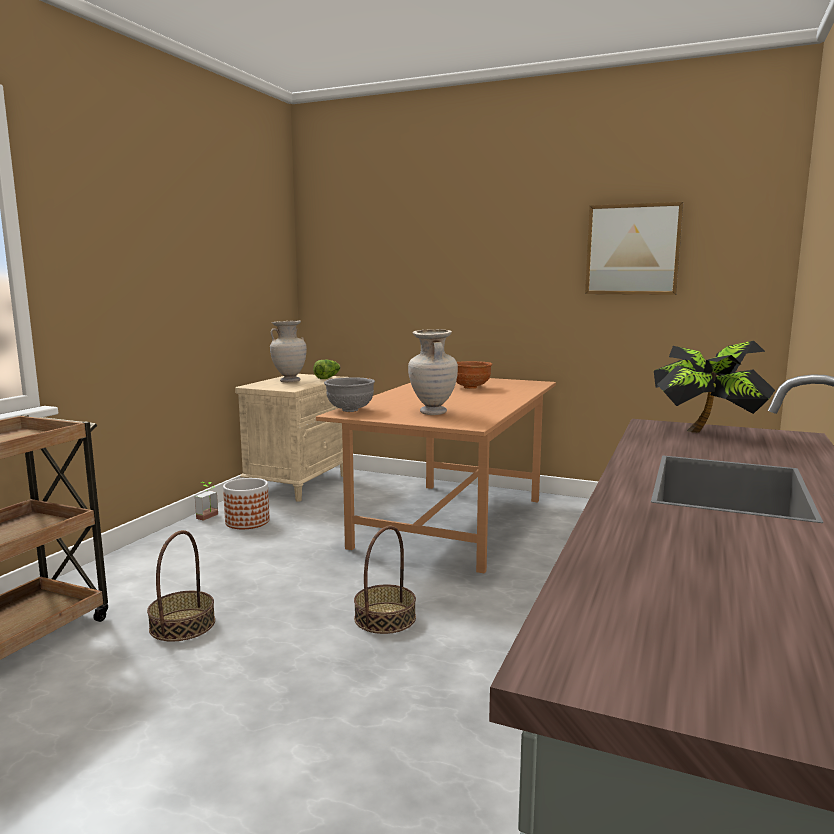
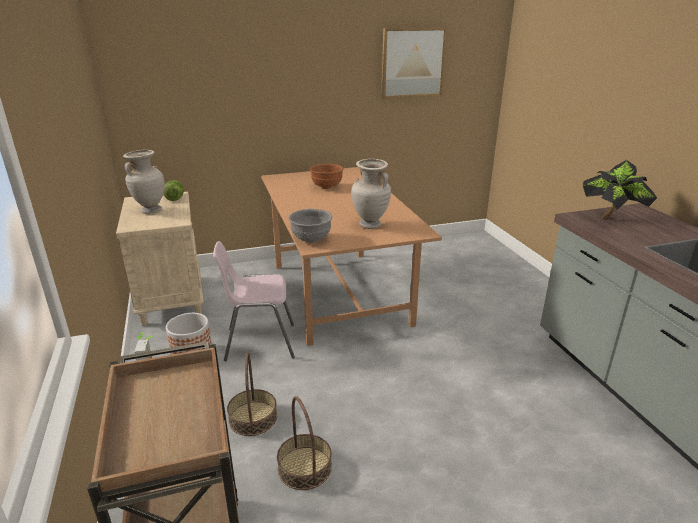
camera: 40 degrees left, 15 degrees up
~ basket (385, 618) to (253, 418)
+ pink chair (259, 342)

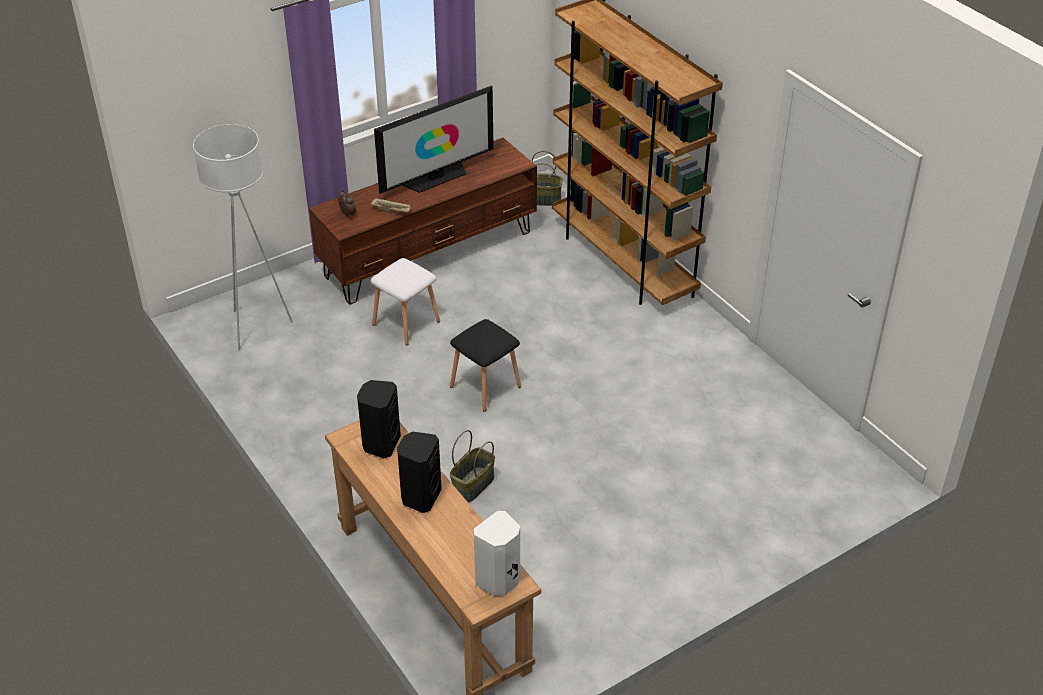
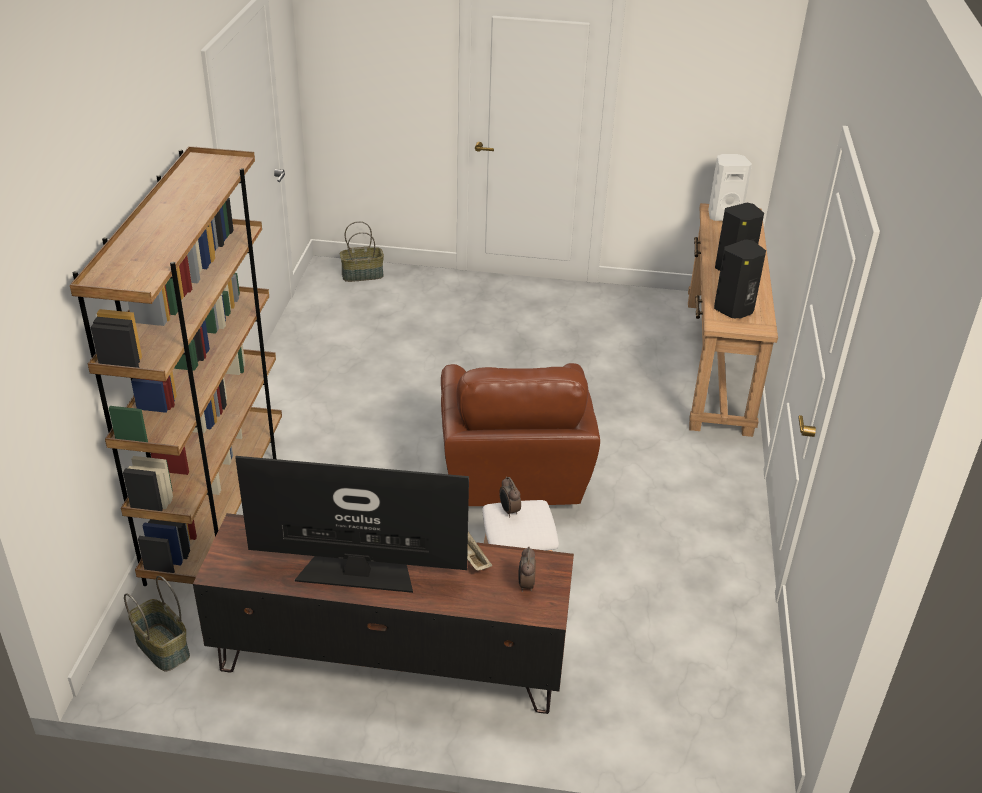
camera: 140 degrees left, 5 degrees down
- white floor lamp (256, 327)
~ black stool (486, 386) to brown armchair (513, 473)
~ basket (473, 485) to (363, 275)
+ alarm clock (509, 511)

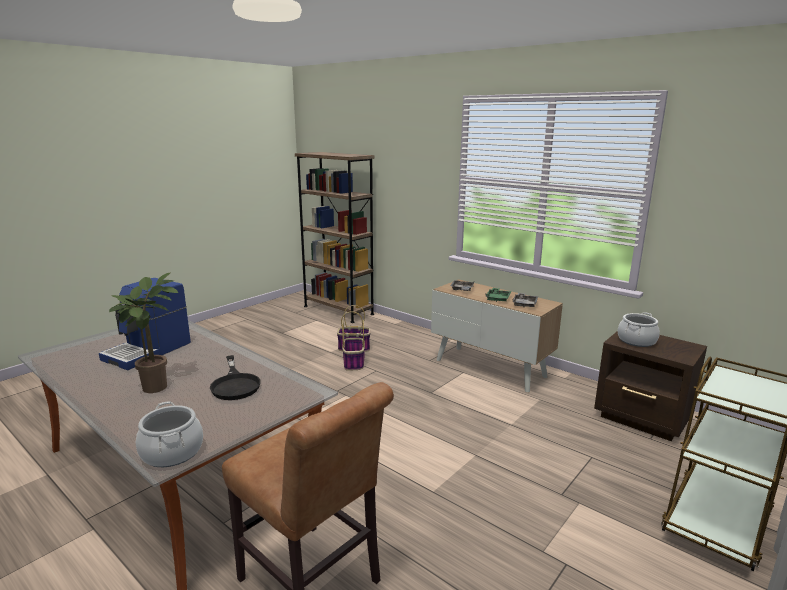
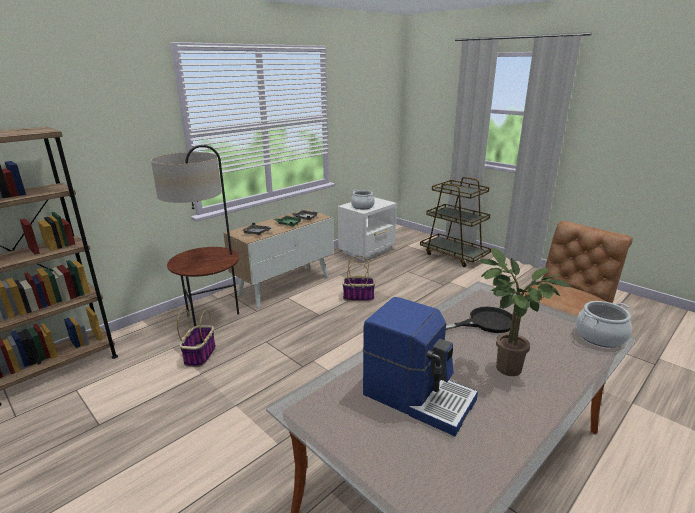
camera: 85 degrees left, 5 degrees up
~ basket (354, 363) to (359, 297)
~ brown nightstand (642, 419) to white nightstand (368, 251)
+ floor lamp (212, 320)

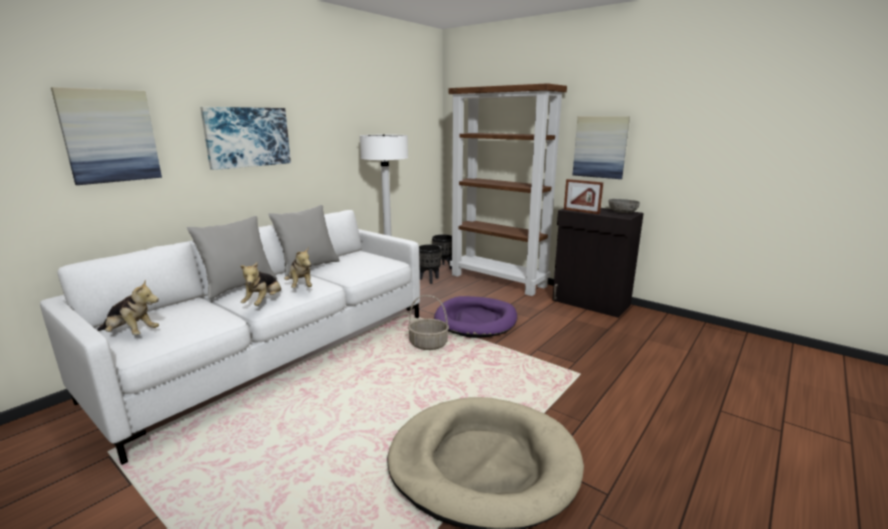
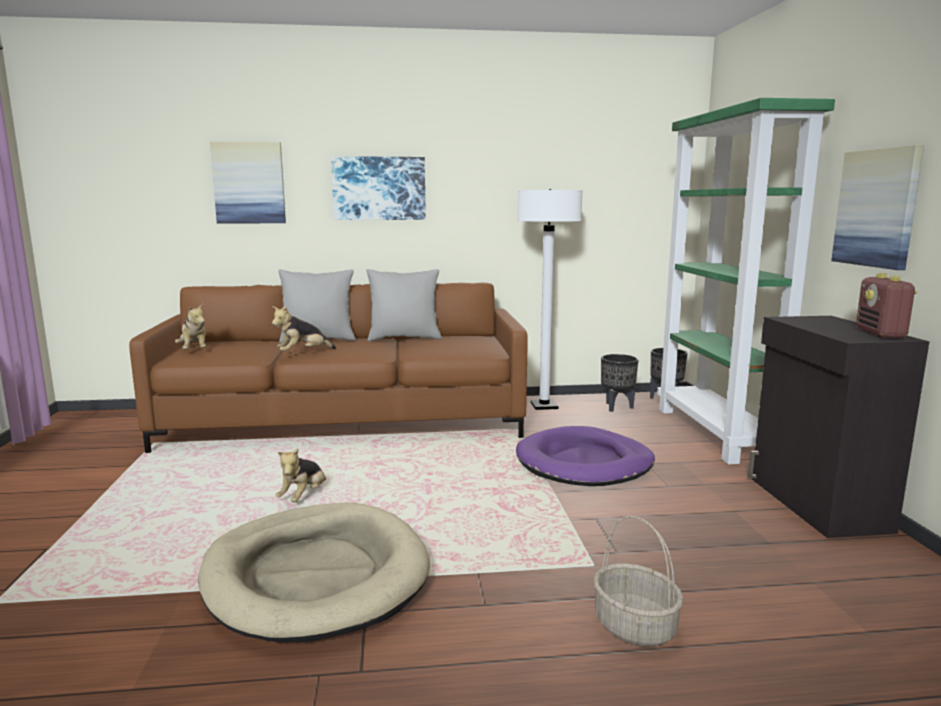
camera: 45 degrees right, 5 degrees down
~ brown bookcase (499, 280) to green bookcase (716, 433)
- picture frame (581, 211)
~ grey bowl (622, 212) to radio (880, 334)
~ white sofa (277, 353) to brown sofa (345, 423)
~ plush toy (301, 286) to (303, 496)
~ basket (428, 344) to (633, 626)

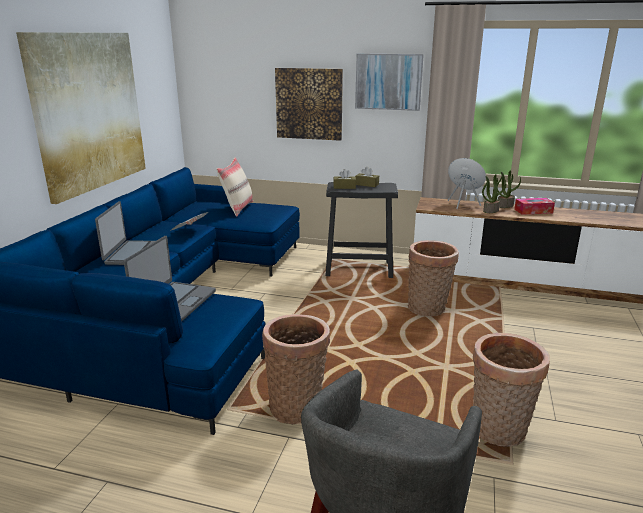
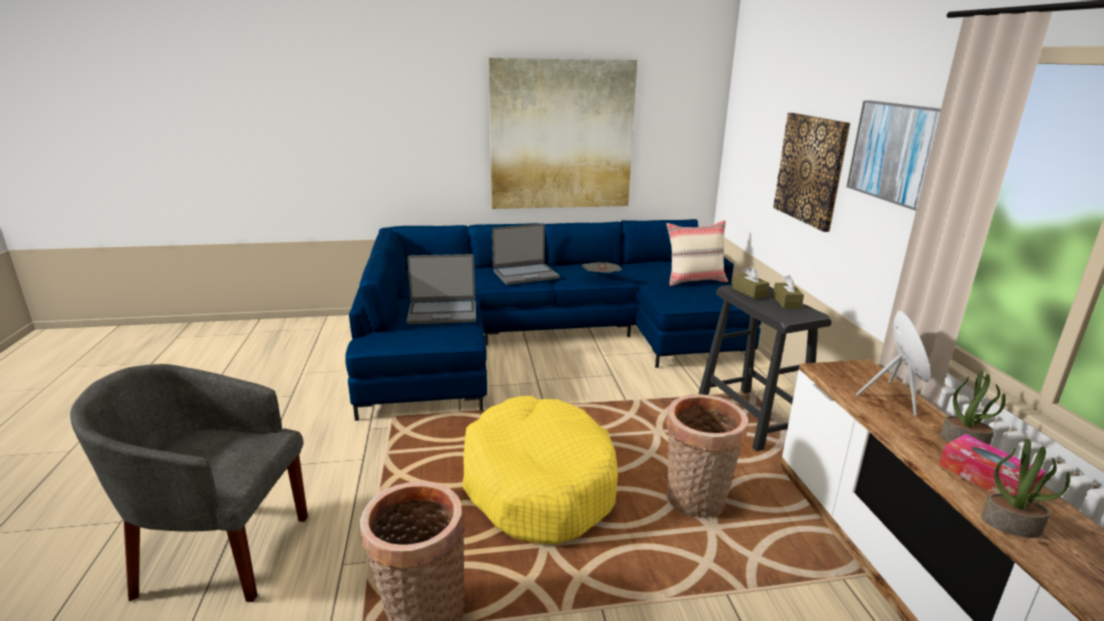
camera: 65 degrees right, 0 degrees up
~ potted plant (490, 210) to (1011, 524)
- basket (297, 406)
+ yellow dog bed (538, 484)

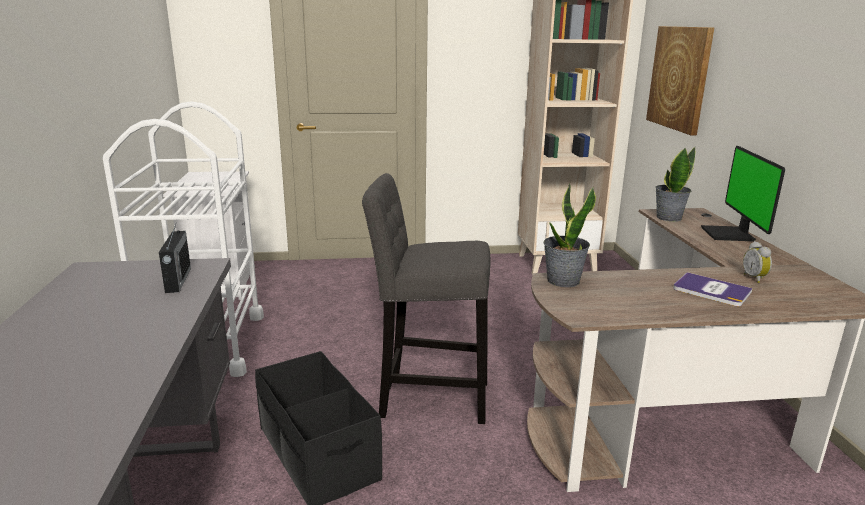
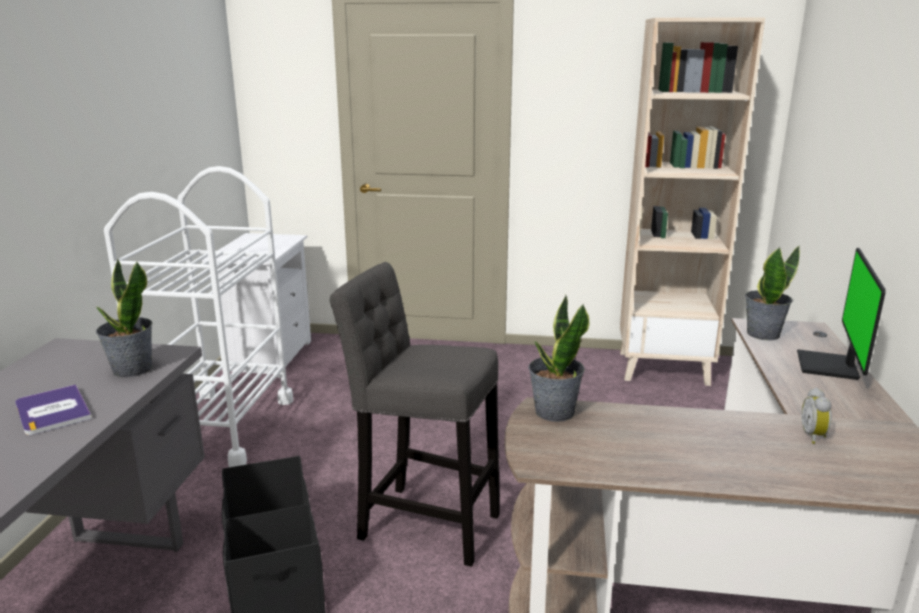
camera: 15 degrees right, 0 degrees up
- picture (679, 78)
~ radio (178, 280) to potted plant (132, 369)
~ book (711, 290) to (53, 411)

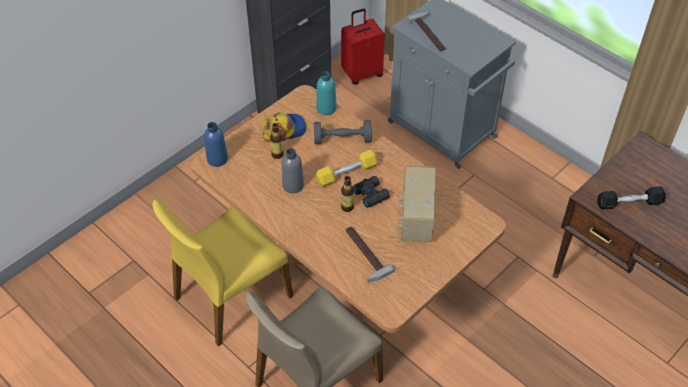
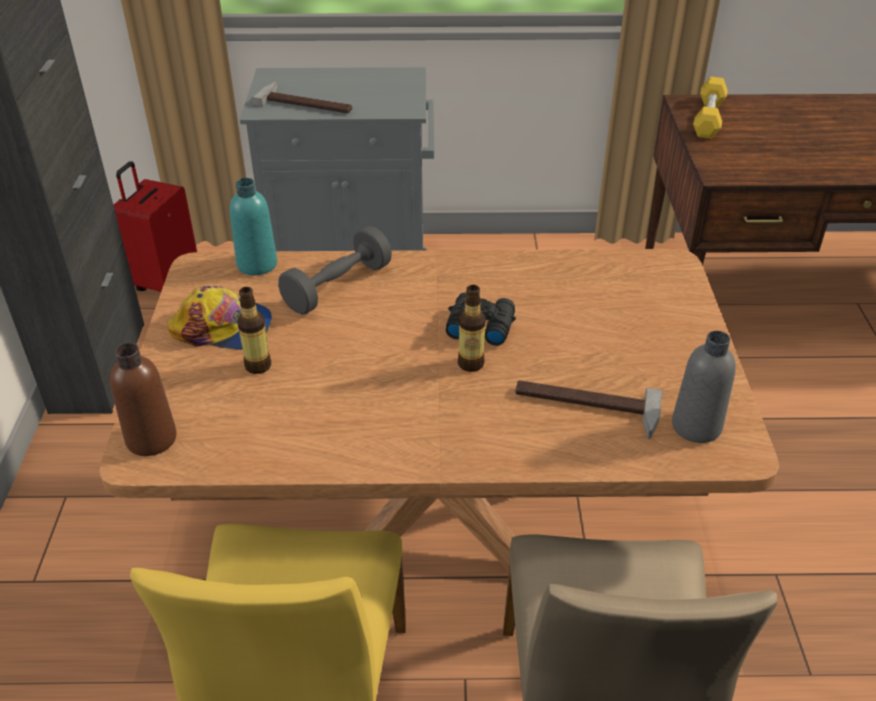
camera: 45 degrees left, 10 degrees down
~ cap (284, 130) = (223, 327) 75 degrees clockwise
~ blue bottle (217, 159) to brown bottle (151, 439)
~ grey bottle (293, 185) to (696, 426)
~ yellow dumbbell (346, 173) to (708, 118)
- radio (415, 218)
- black dumbbell (629, 203)

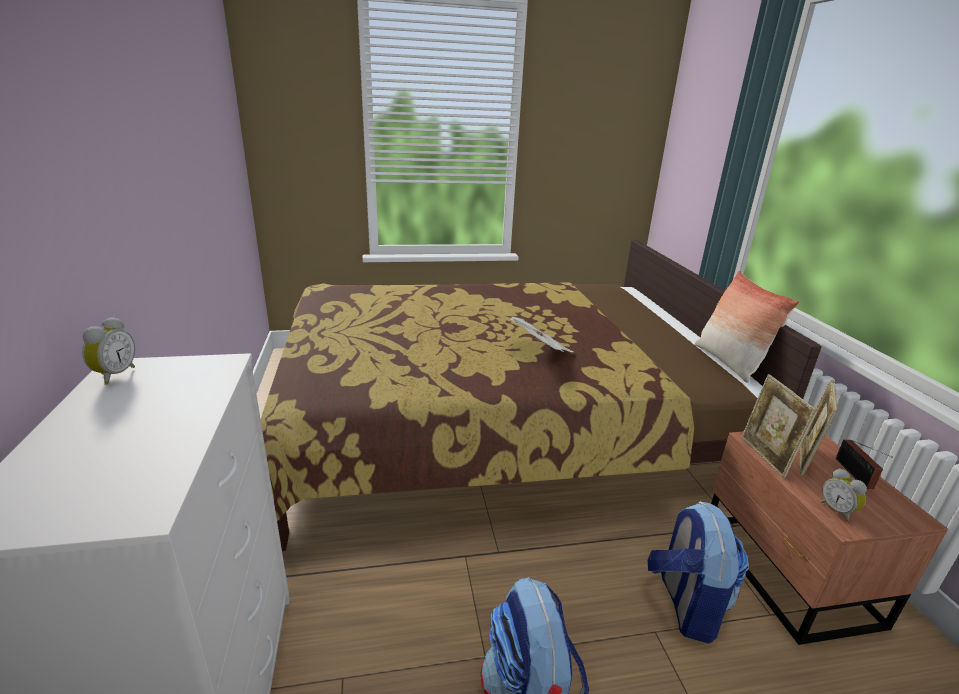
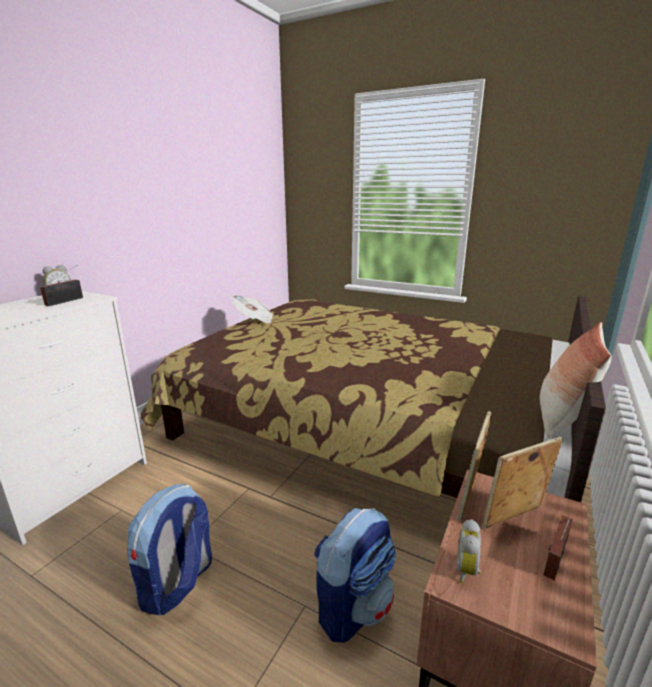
camera: 40 degrees right, 5 degrees down
~ newspaper (540, 351) to (254, 320)
+ radio (67, 301)

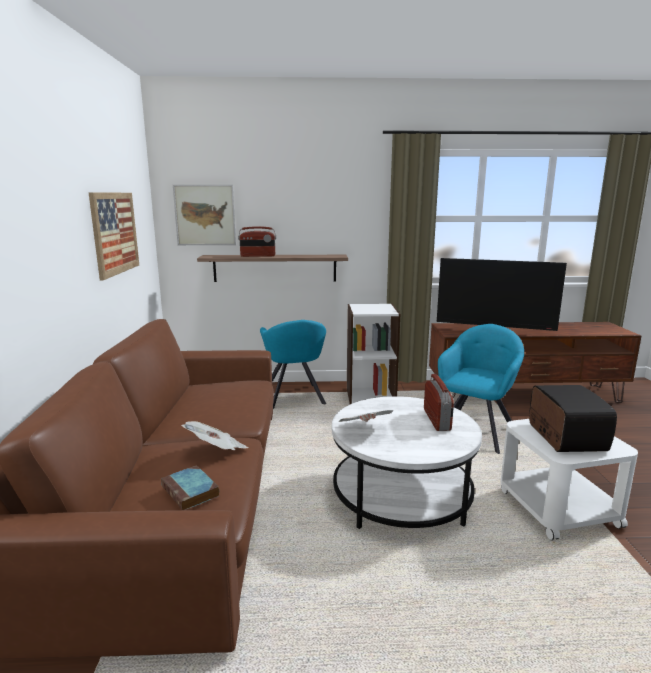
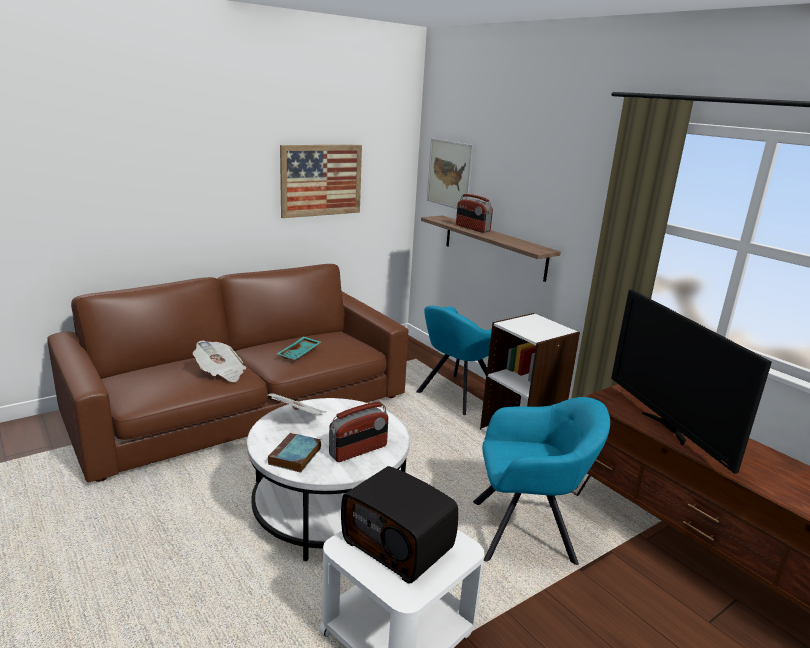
camera: 55 degrees right, 5 degrees up
~ radio (564, 437) = (399, 544) 75 degrees clockwise
~ book (191, 492) to (295, 456)
+ turquoise tray (300, 353)

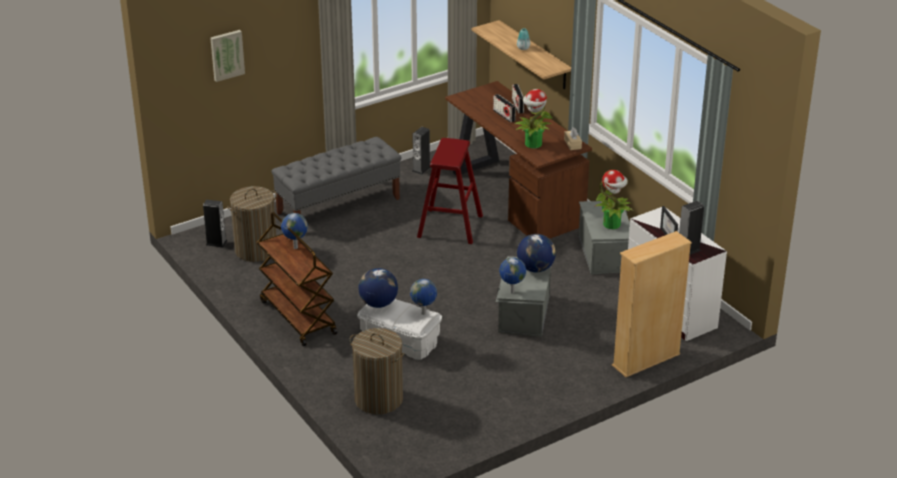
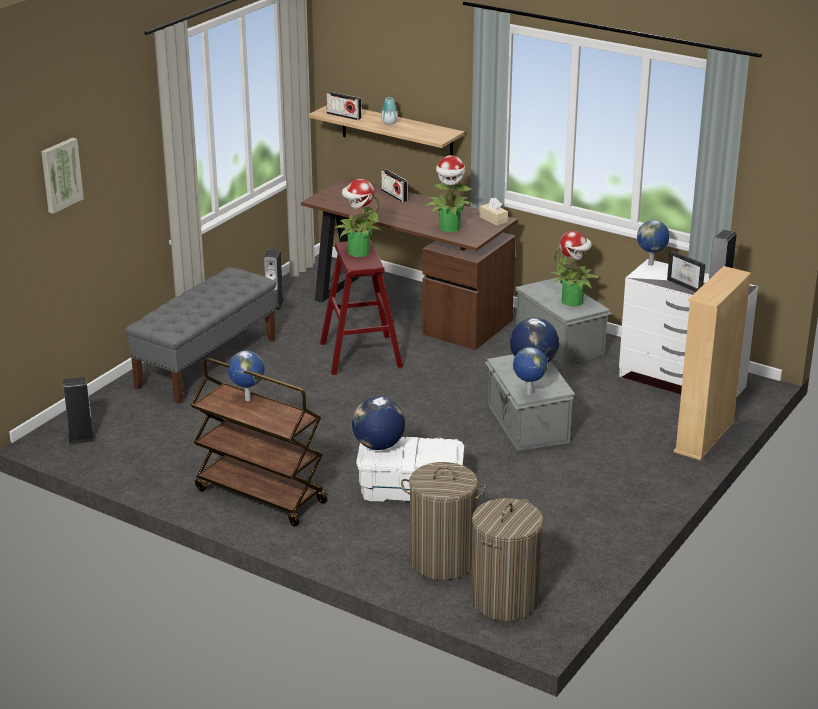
camera: 25 degrees left, 5 degrees down
~ radio (504, 116) to (344, 116)
~ laundry basket (256, 250) to (504, 600)
~ globe (424, 313) to (651, 264)
+ potted plant (358, 252)

